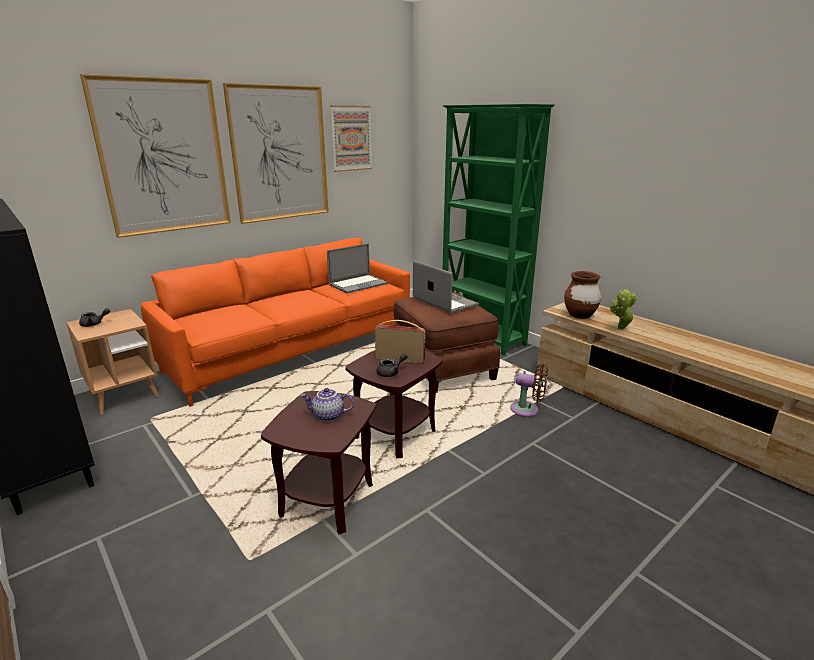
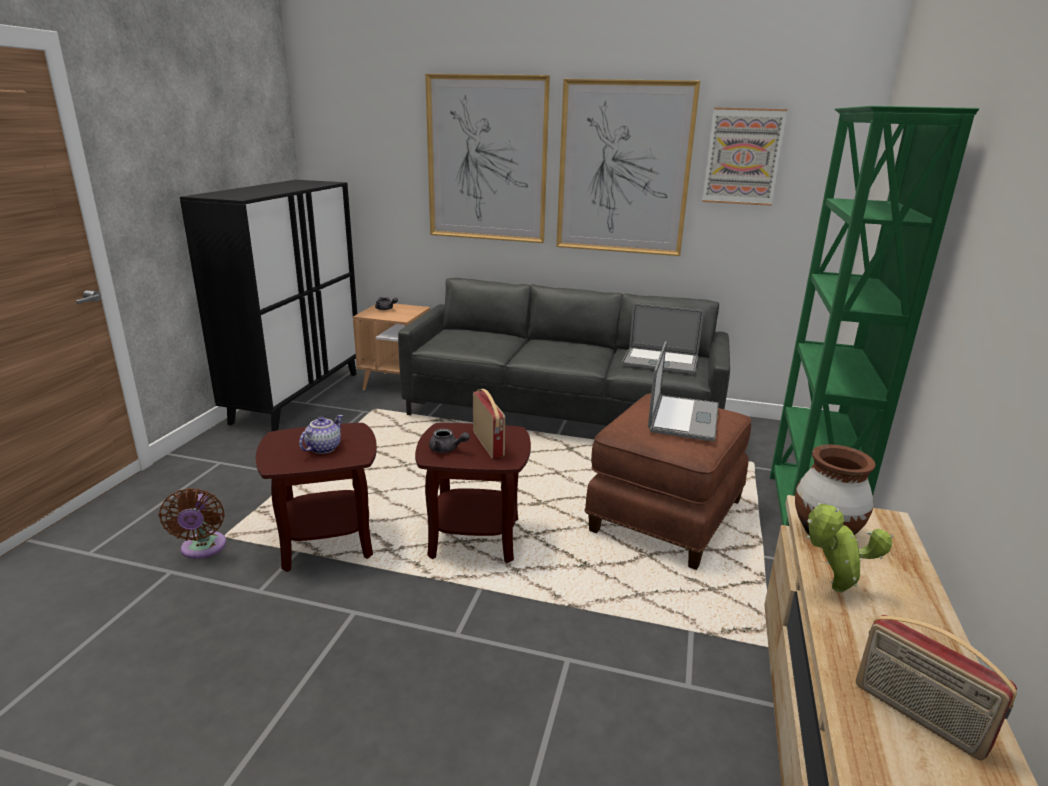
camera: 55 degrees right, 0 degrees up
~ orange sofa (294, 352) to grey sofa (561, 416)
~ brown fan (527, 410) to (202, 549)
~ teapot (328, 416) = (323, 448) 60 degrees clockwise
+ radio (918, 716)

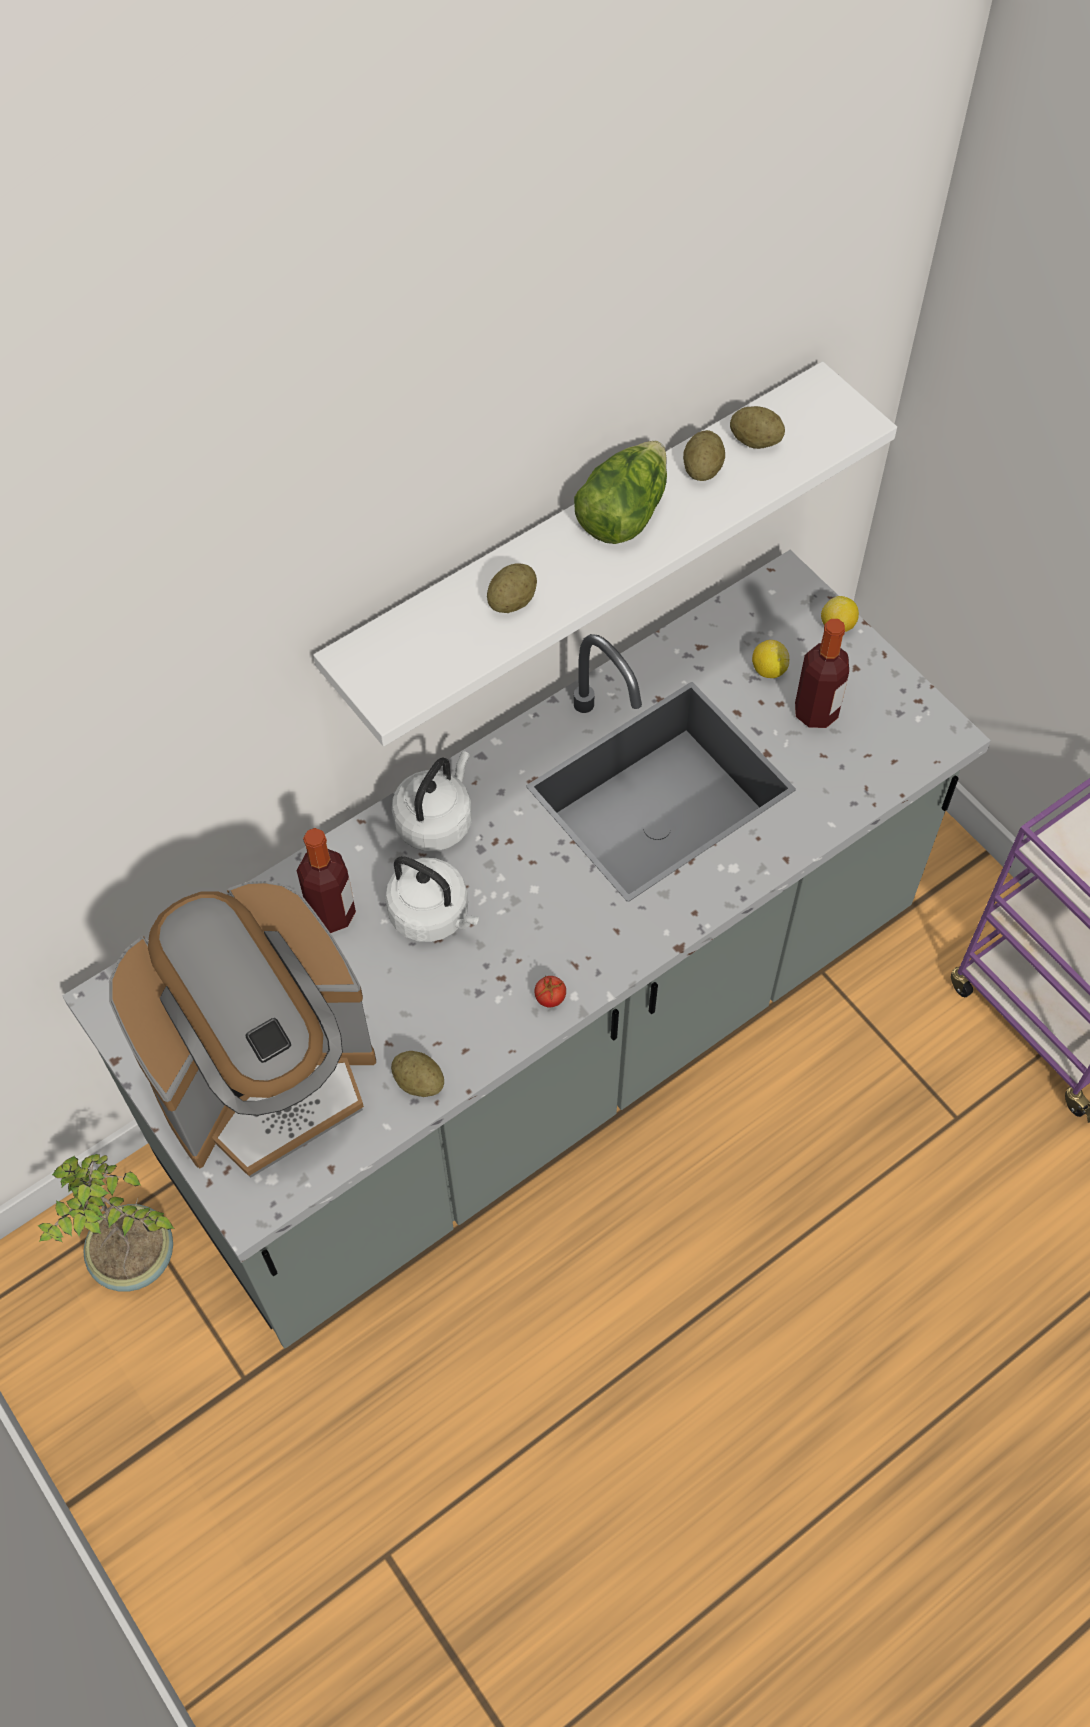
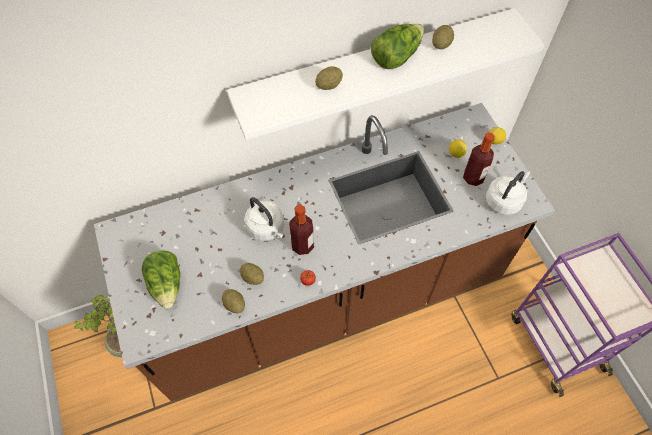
camera: 15 degrees right, 0 degrees up
~ potato (755, 441) to (252, 277)
~ grey counter (546, 1043) to brown counter (326, 296)
~ white kettle (436, 820) to (504, 200)
~ bottle (331, 913) to (302, 245)
~ coffee machine (266, 1077) to lettuce (167, 284)

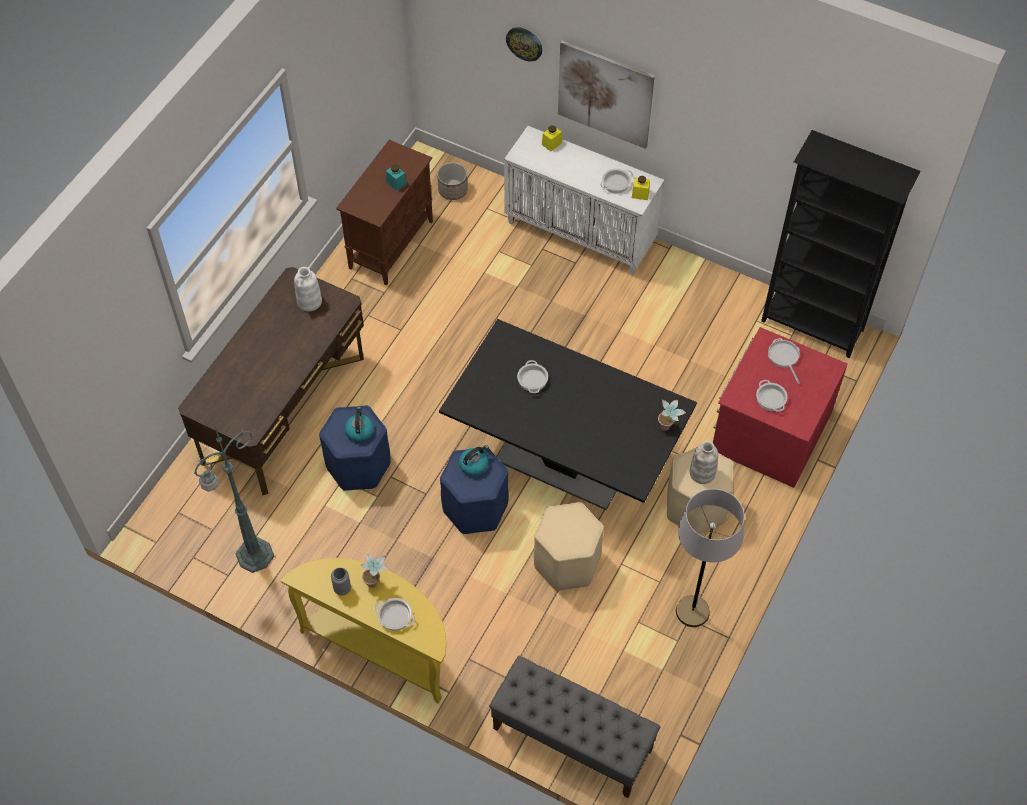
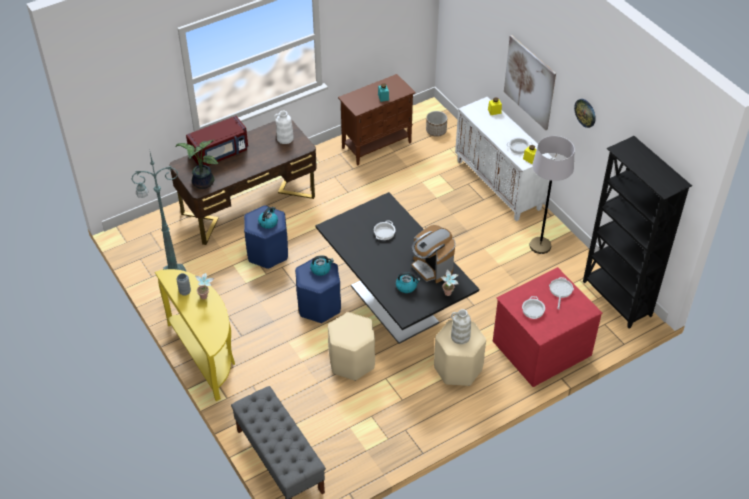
camera: 30 degrees right, 10 degrees down
~ wall clock (524, 43) to (585, 112)
~ grey floor lamp (692, 612) to (540, 246)
- cooking pot (395, 616)
+ red microwave (220, 153)
+ potted plant (201, 183)
+ coffee machine (432, 267)
+ kettle (406, 286)

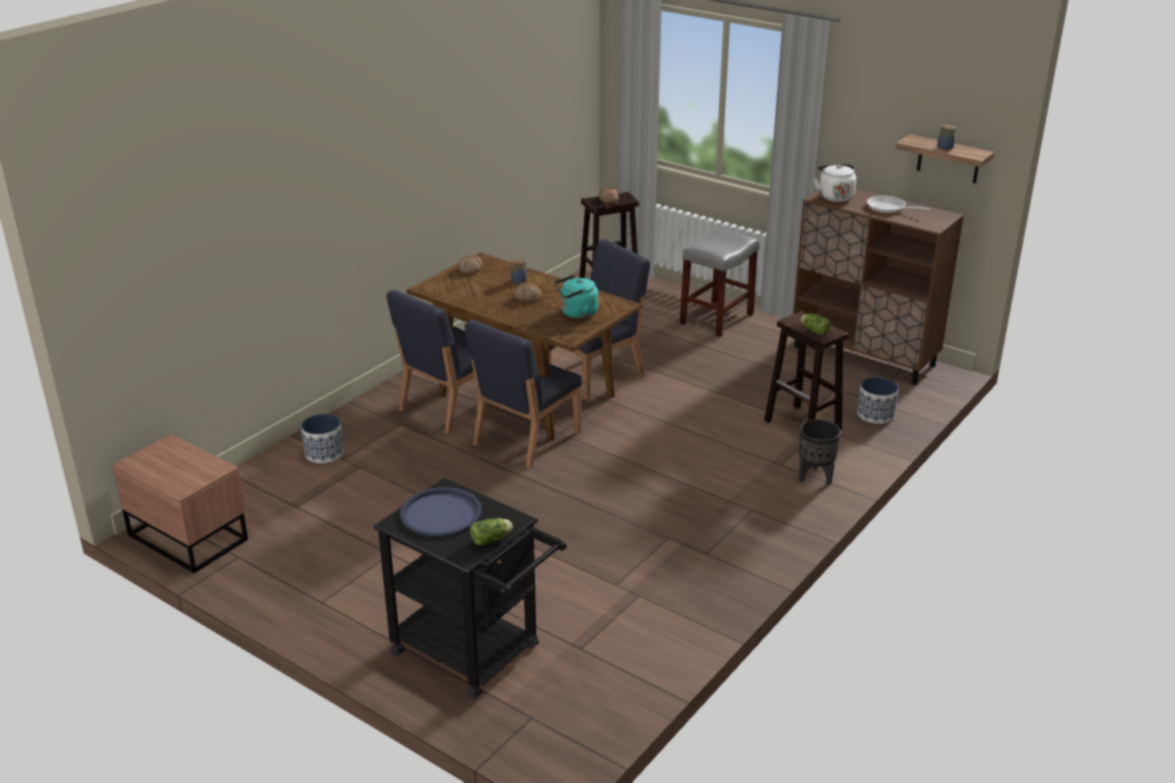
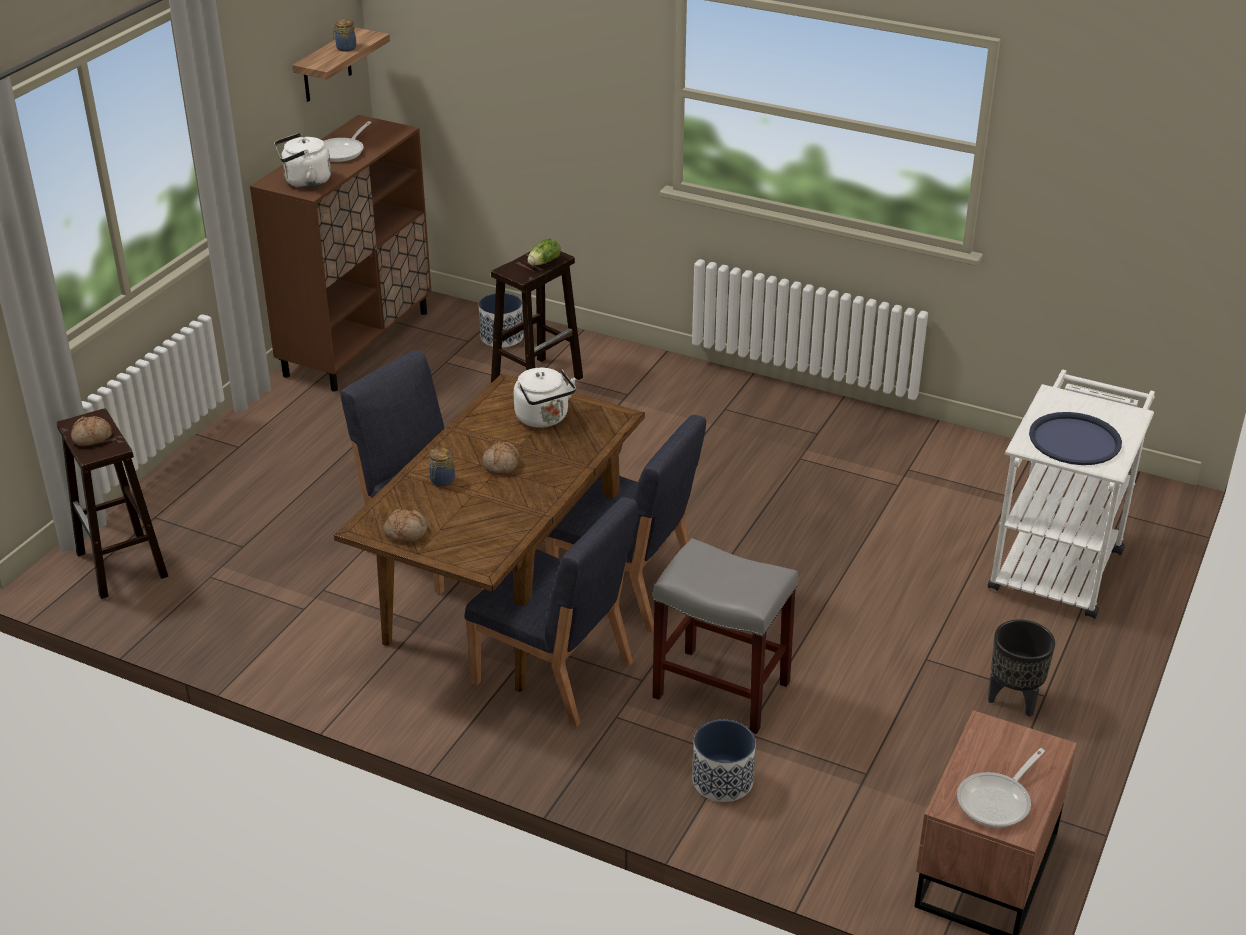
camera: 100 degrees left, 5 degrees up
~ grey stool (716, 319) to (723, 690)
~ turquoise kettle (576, 313) to white kettle (544, 419)
~ black planter (814, 477) to (1013, 701)
~ black cart (475, 654) to white cart (1059, 562)
- lettuce (492, 539)
+ frying pan (998, 801)

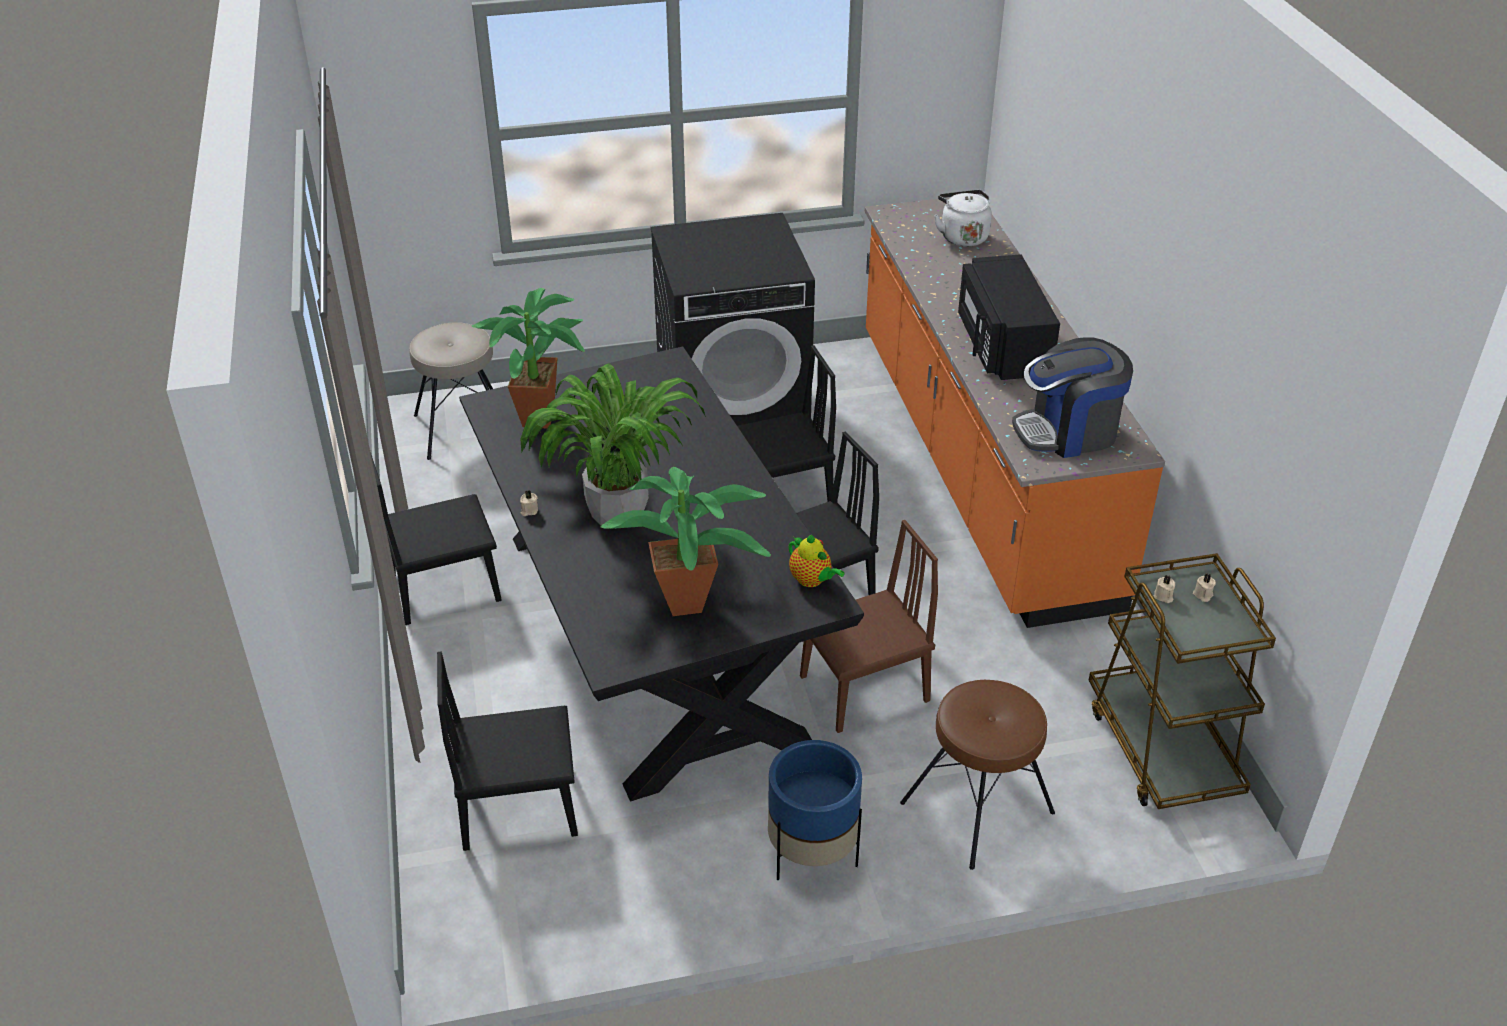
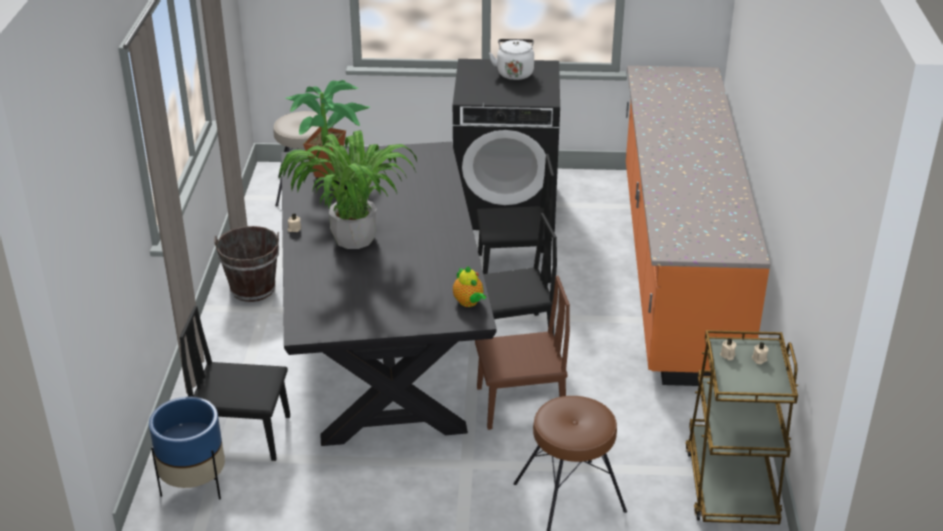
camera: 15 degrees right, 5 degrees down
~ white kettle (962, 236) to (514, 73)
- black microwave (1002, 346)
- coffee machine (1068, 432)
~ black chair (445, 587) to brown bucket (253, 289)
- potted plant (694, 606)
~ blue planter (812, 854) to (194, 485)

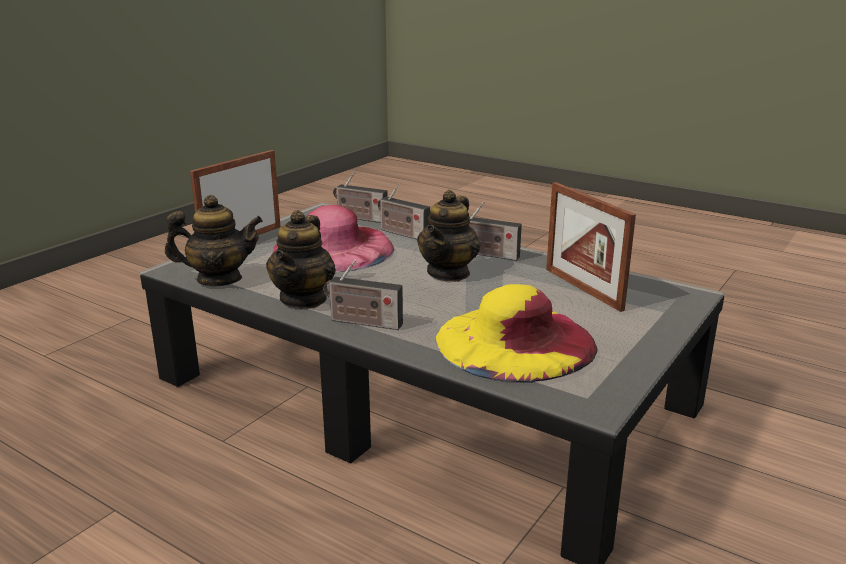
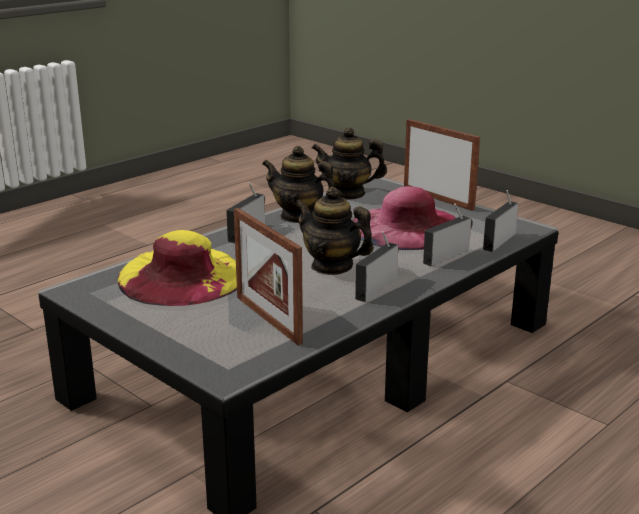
camera: 100 degrees right, 0 degrees up
~ picture frame (583, 289) = (268, 319) 105 degrees counterclockwise
~ teapot (219, 279) = (348, 194) 90 degrees clockwise

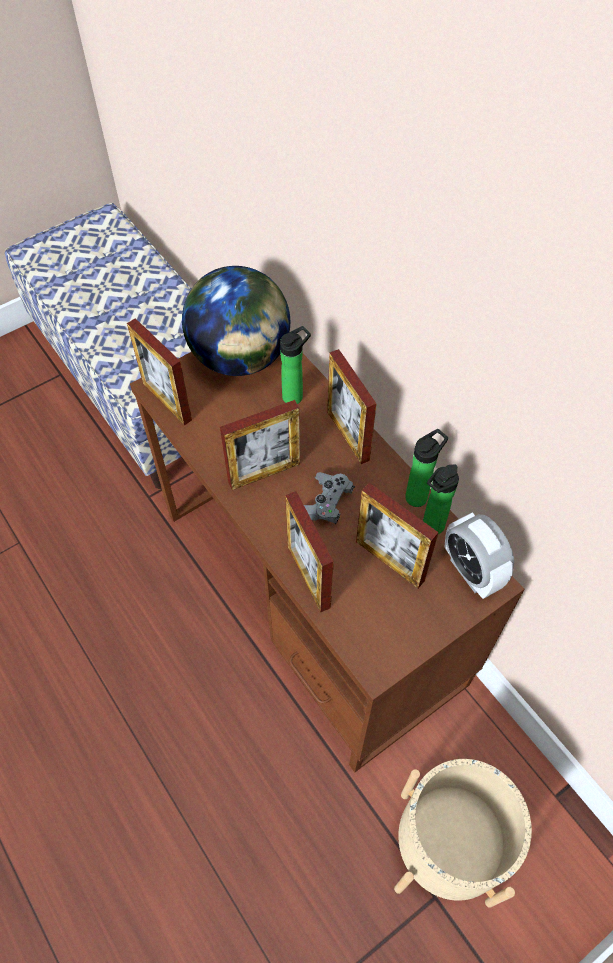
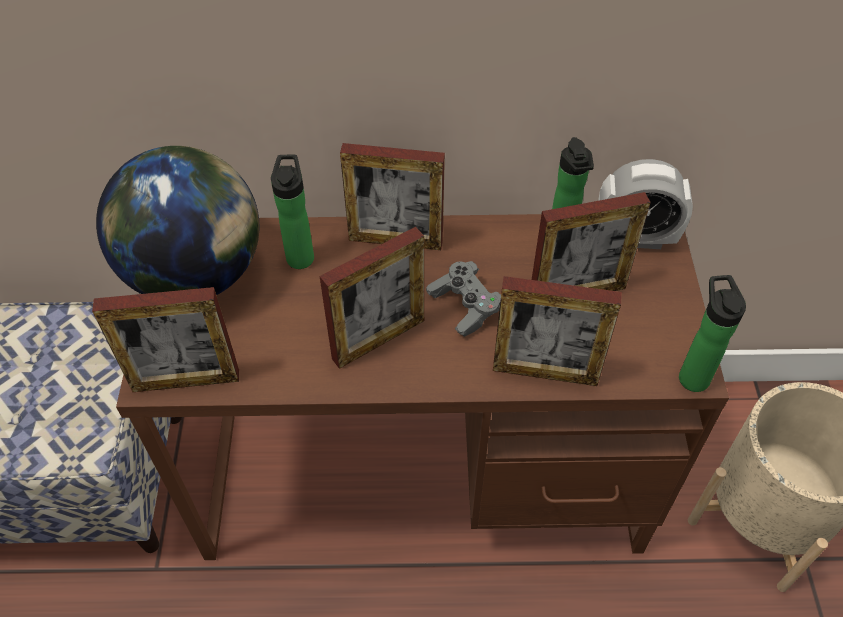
camera: 55 degrees left, 5 degrees down
~ picture frame (264, 473) = (378, 339) 45 degrees clockwise
~ bottle (419, 495) to (692, 375)

